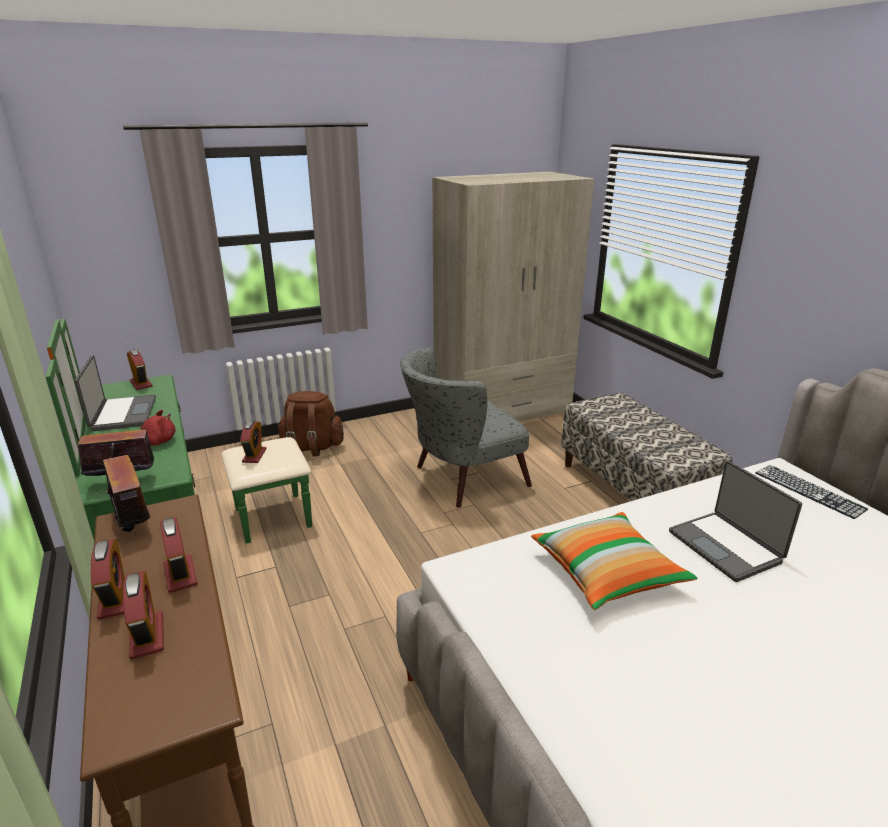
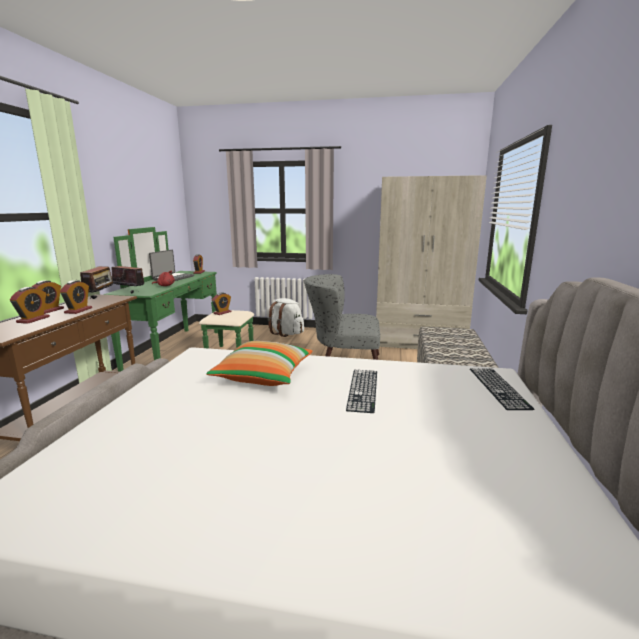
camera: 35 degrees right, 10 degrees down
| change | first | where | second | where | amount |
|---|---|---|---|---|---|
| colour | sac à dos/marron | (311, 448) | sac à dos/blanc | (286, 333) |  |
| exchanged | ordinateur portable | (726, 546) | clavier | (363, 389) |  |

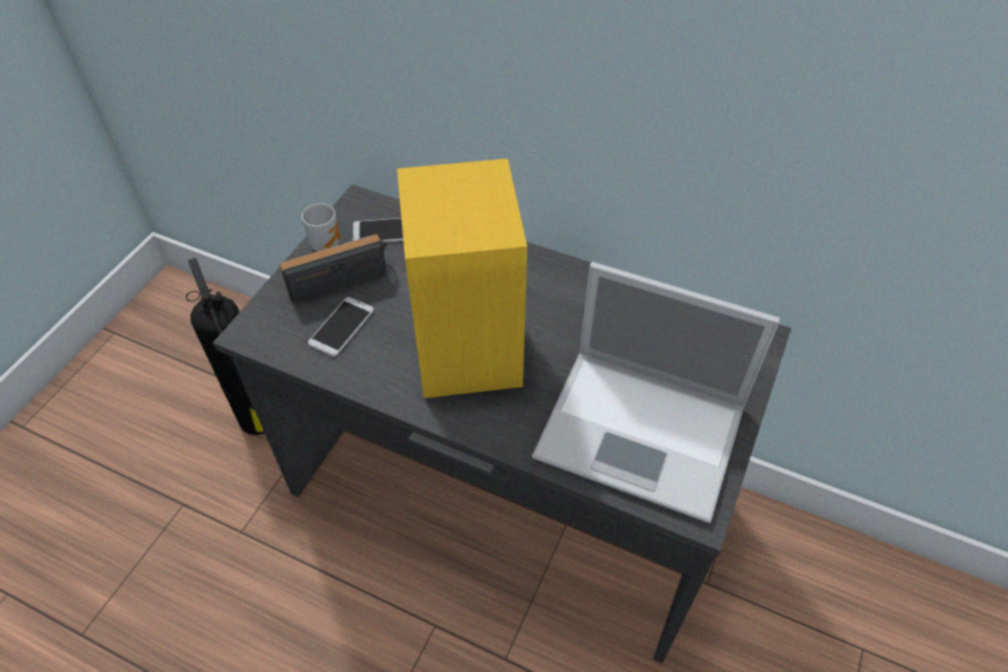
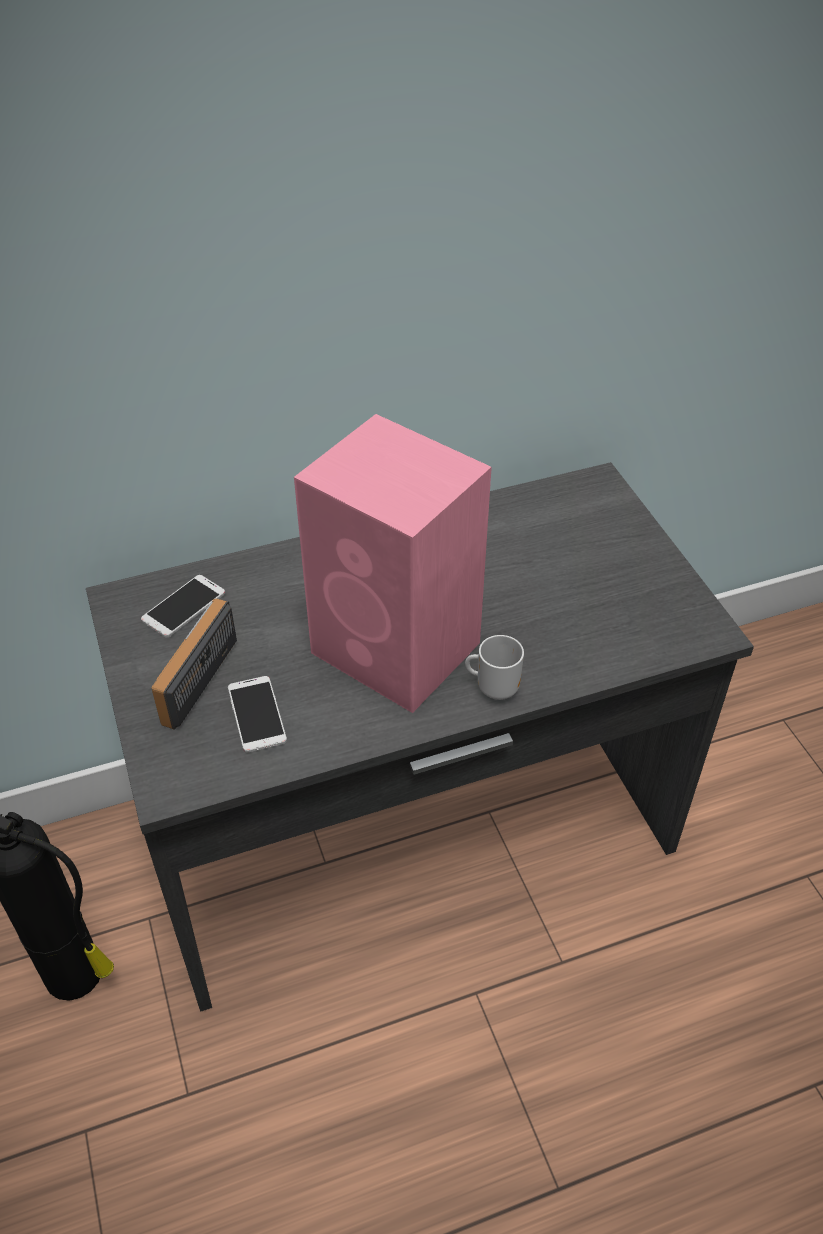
camera: 45 degrees left, 5 degrees down
| change | first | where | second | where | amount |
|---|---|---|---|---|---|
| relocated | mug | (326, 244) |  | (495, 687) |  |
| colour | enceinte/jaune | (467, 351) | enceinte/rose | (399, 650) |  |
| missing | ordinateur portable | (644, 432) |  |  |  |

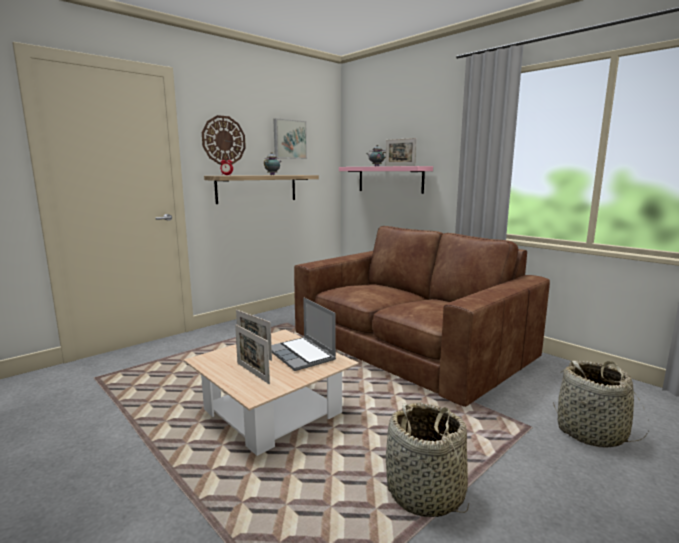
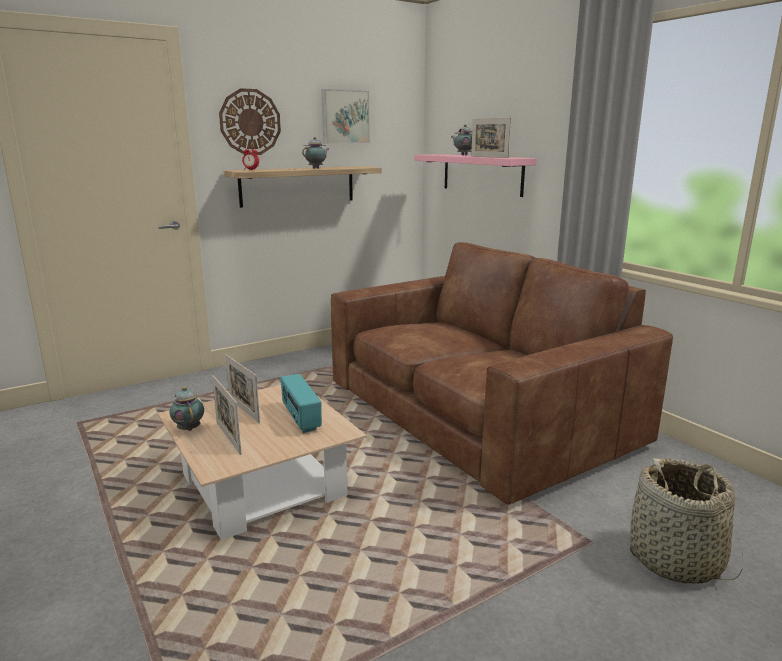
camera: 10 degrees right, 5 degrees up
| change | first | where | second | where | amount |
|---|---|---|---|---|---|
| exchanged | ordinateur portable | (302, 355) | radio | (300, 418) |  |
| missing | panier | (425, 493) |  |  |  |
| appeared |  |  | théière | (189, 428) |  |

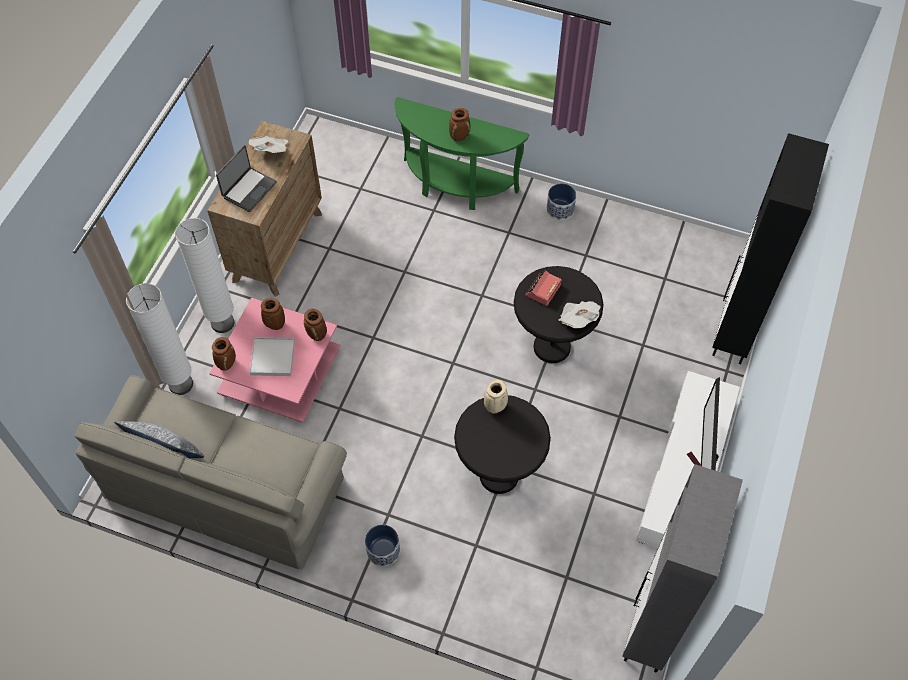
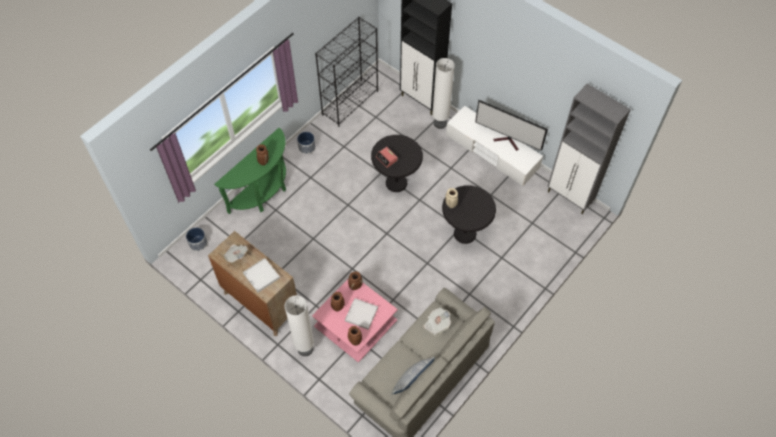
camera: 70 degrees left, 0 degrees up
| change | first | where | second | where | amount |
|---|---|---|---|---|---|
| relocated | lampadaire/blanc | (181, 384) |  | (440, 123) |  |
| exchanged | ordinateur portable | (249, 189) | plateau/blanc | (261, 276) |  |
| relocated | cache-pot | (383, 551) |  | (198, 243) |  |
| relocated | journal | (578, 319) |  | (436, 324) |  |
| appeared |  |  | bibliothèque/noir | (350, 102) |  |

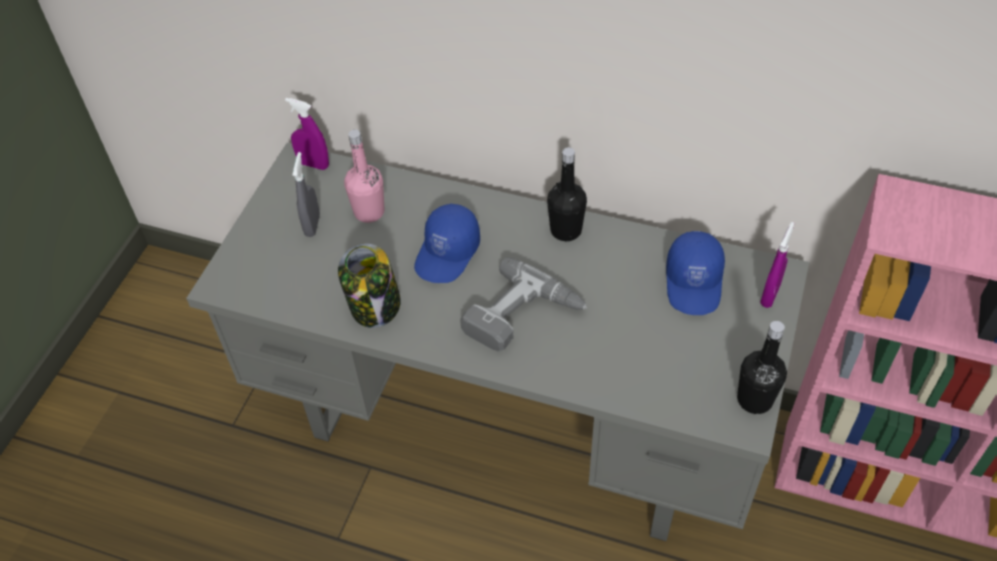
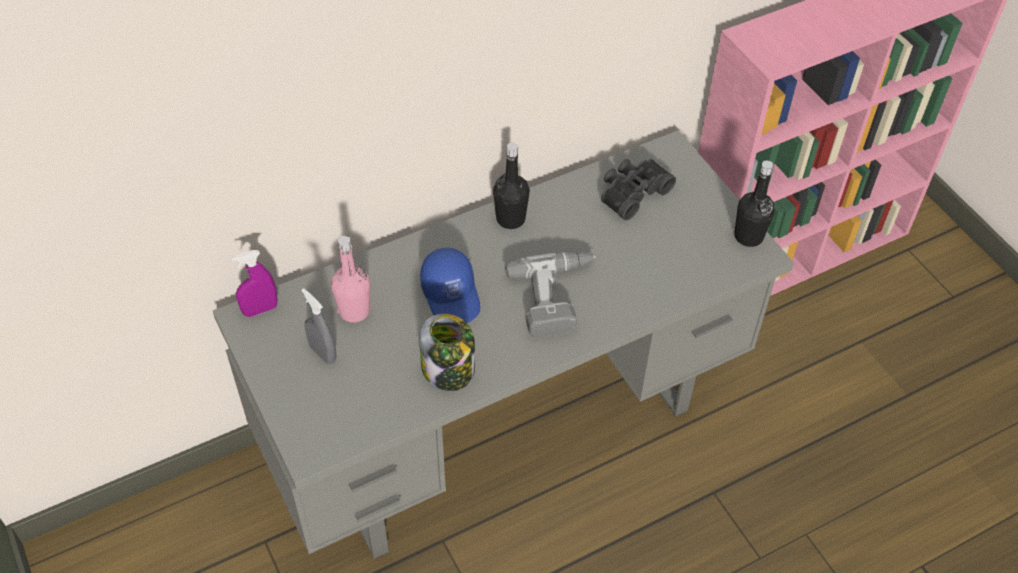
camera: 50 degrees left, 0 degrees up
| change | first | where | second | where | amount |
|---|---|---|---|---|---|
| exchanged | casquette/bleu | (695, 283) | jumelles/noir | (631, 192) |  |
| missing | vaporisateur/violet | (770, 295) |  |  |  |

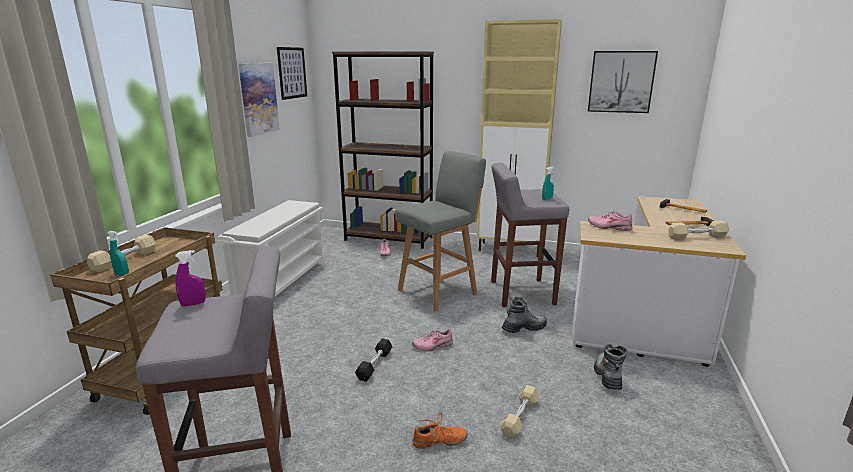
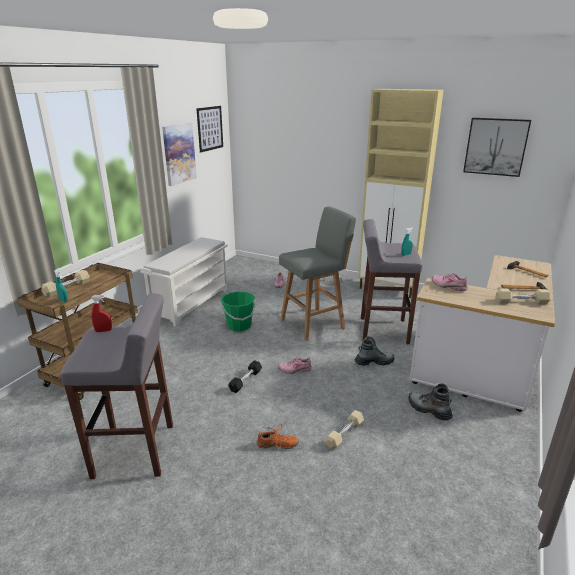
camera: 10 degrees right, 5 degrees up
| change | first | where | second | where | amount |
|---|---|---|---|---|---|
| colour | vaporisateur/violet | (193, 304) | vaporisateur/rouge | (103, 331) |  |
| missing | bibliothèque/marron | (389, 238) |  |  |  |
| spun | botte | (607, 376) |  | (428, 410) | 60 degrees counterclockwise |
| appeared |  |  | seau/vert | (239, 326) |  |

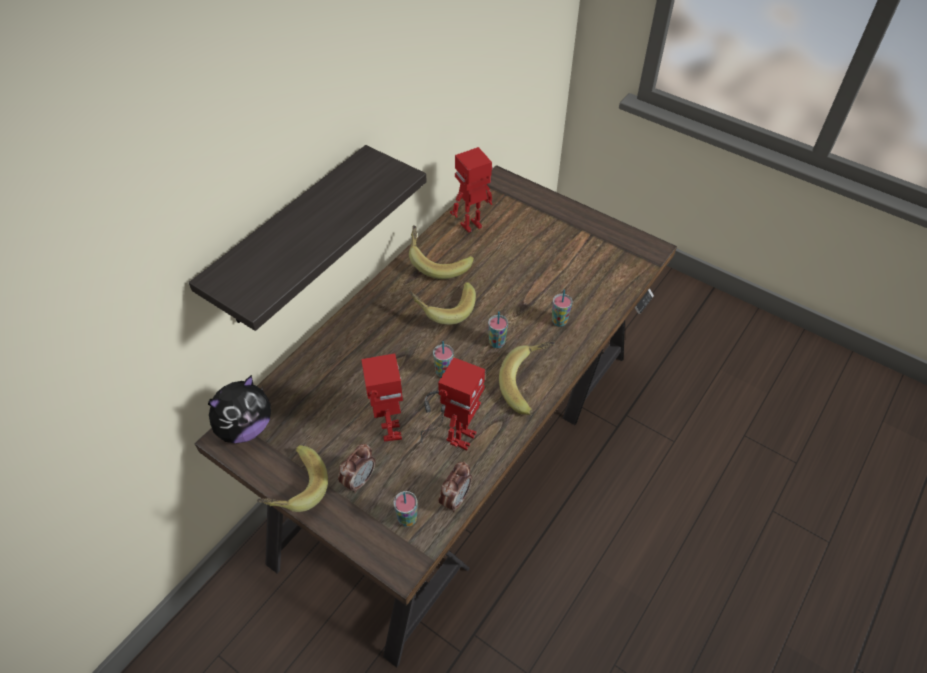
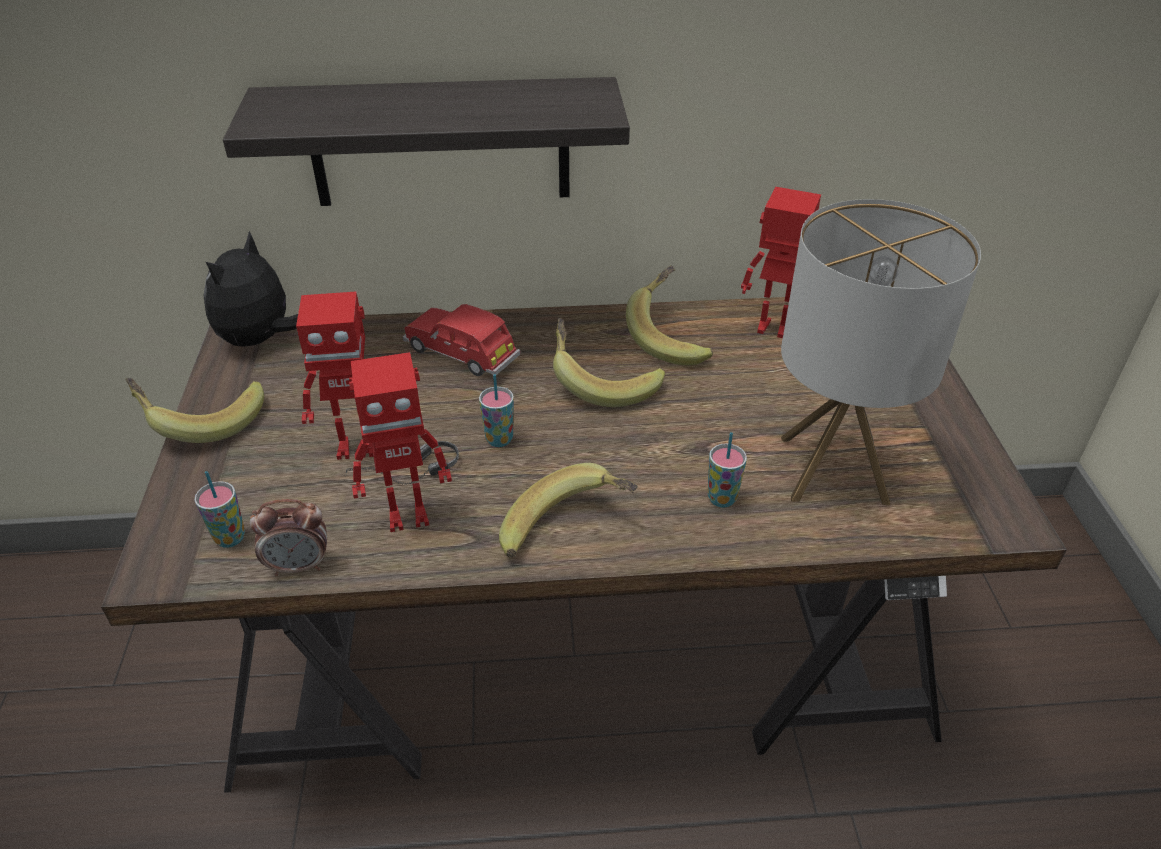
camera: 50 degrees right, 10 degrees down
| change | first | where | second | where | amount |
|---|---|---|---|---|---|
| spun | peluche | (245, 428) |  | (260, 340) | 105 degrees clockwise |
| missing | réveil | (359, 480) |  |  |  |
| spun | robot jouet | (390, 432) |  | (356, 447) | 45 degrees clockwise |
| missing | tasse | (497, 343) |  |  |  |
| appeared |  |  | petite voiture/rouge | (462, 355) |  |
| appeared |  |  | lampe de table | (832, 469) |  |

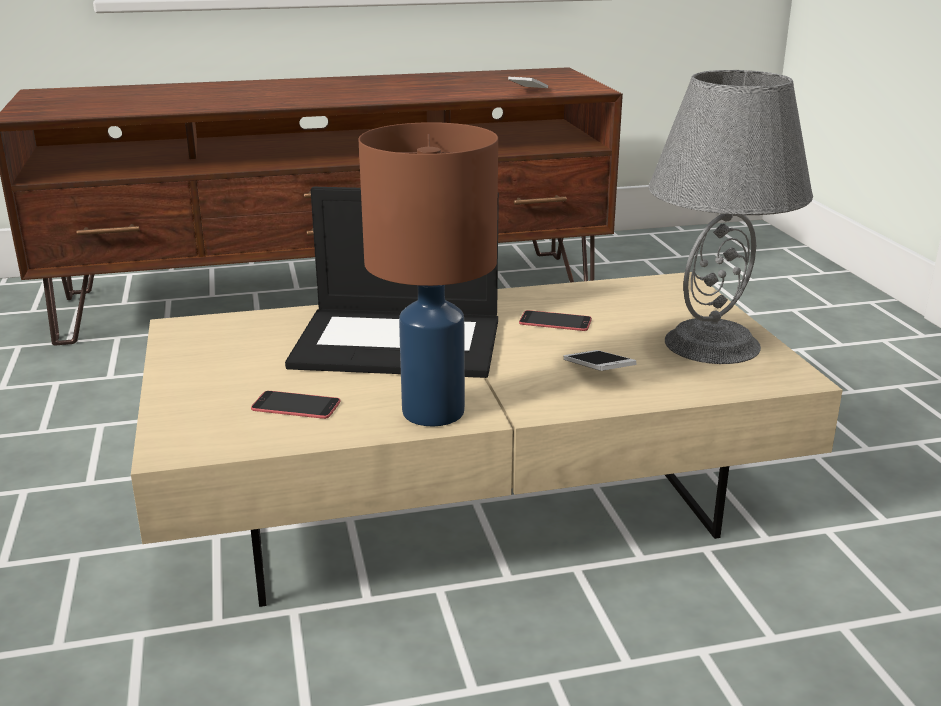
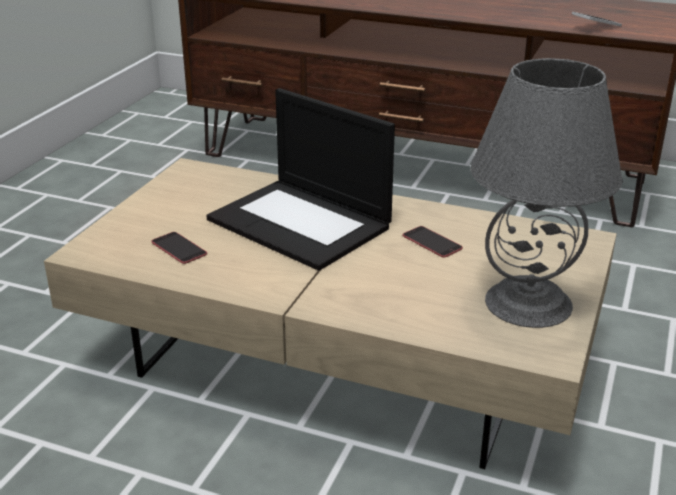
camera: 35 degrees right, 5 degrees up
| change | first | where | second | where | amount |
|---|---|---|---|---|---|
| missing | lampe de table/marron | (434, 412) |  |  |  |
| missing | téléphone | (598, 372) |  |  |  |

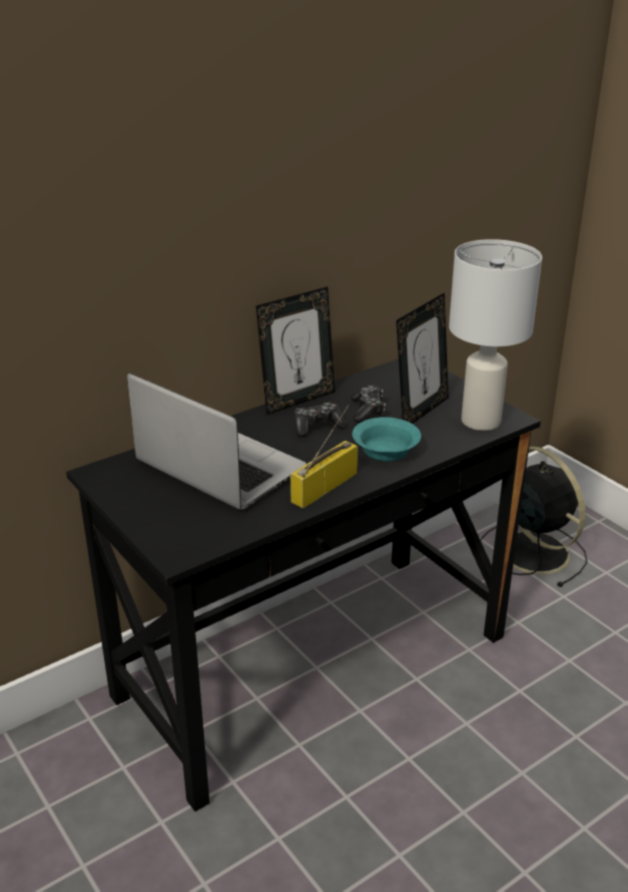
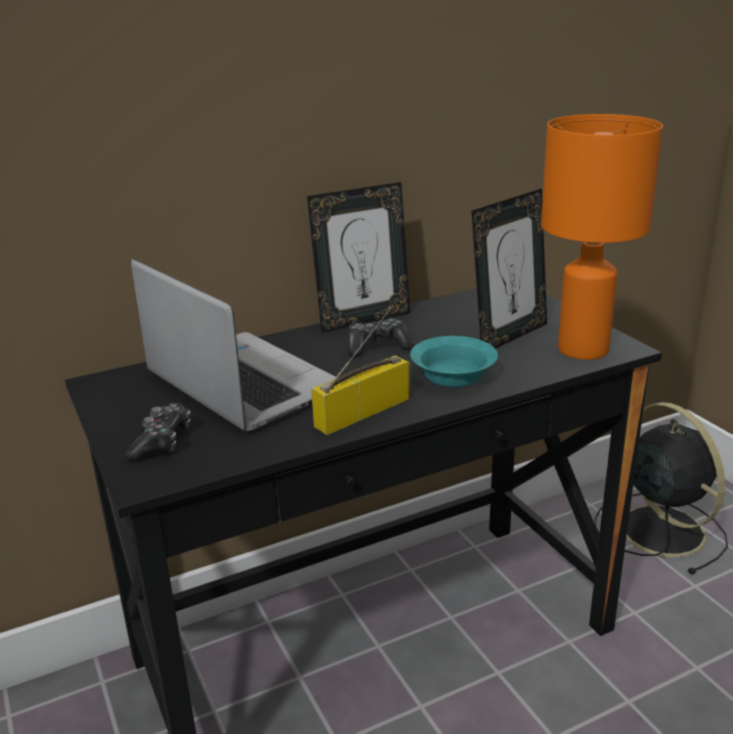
camera: 10 degrees right, 5 degrees down
| change | first | where | second | where | amount |
|---|---|---|---|---|---|
| relocated | manette | (367, 410) |  | (162, 442) |  |
| colour | lampe de table/blanc | (480, 420) | lampe de table/orange | (582, 348) |  |

